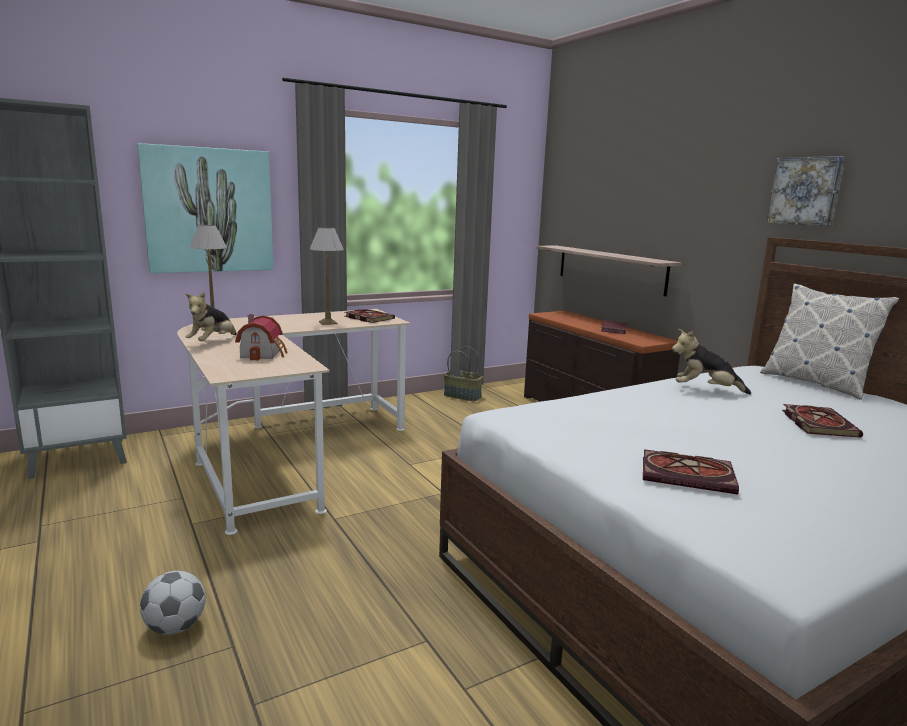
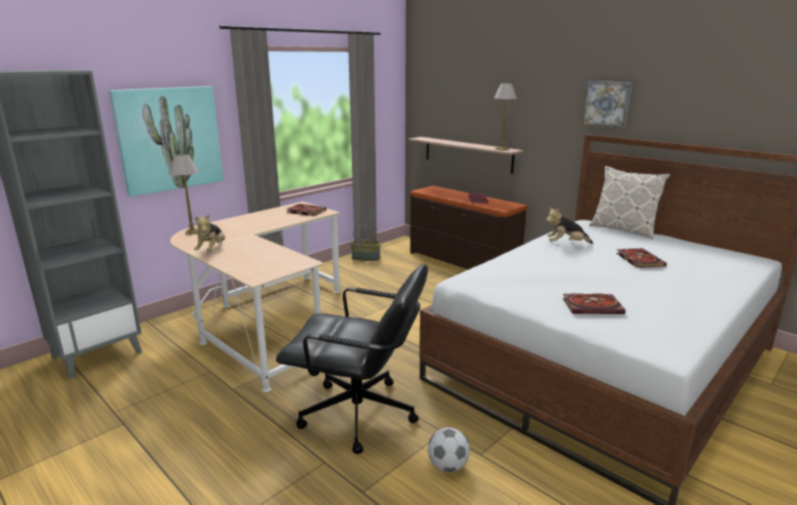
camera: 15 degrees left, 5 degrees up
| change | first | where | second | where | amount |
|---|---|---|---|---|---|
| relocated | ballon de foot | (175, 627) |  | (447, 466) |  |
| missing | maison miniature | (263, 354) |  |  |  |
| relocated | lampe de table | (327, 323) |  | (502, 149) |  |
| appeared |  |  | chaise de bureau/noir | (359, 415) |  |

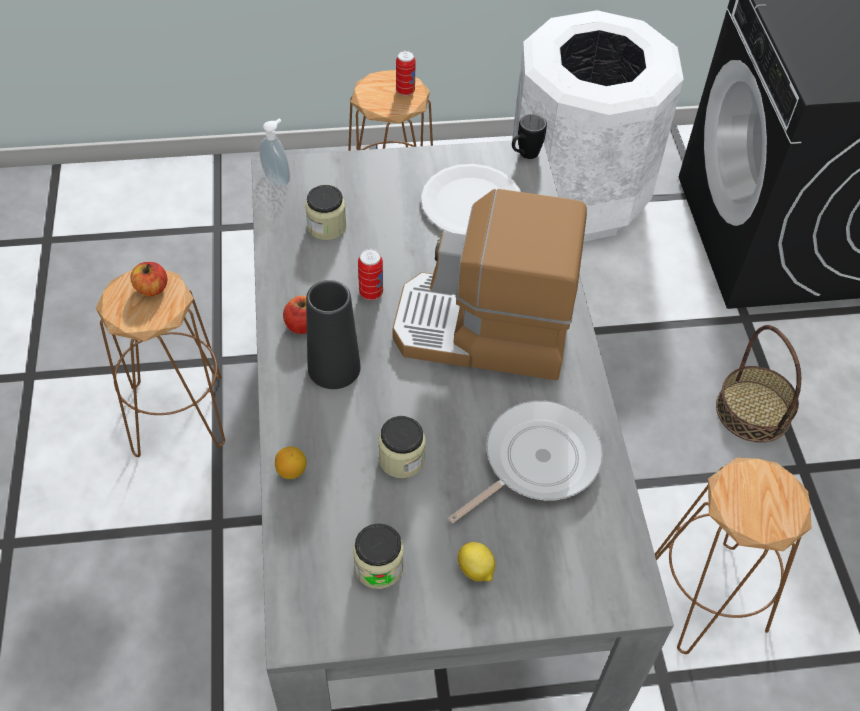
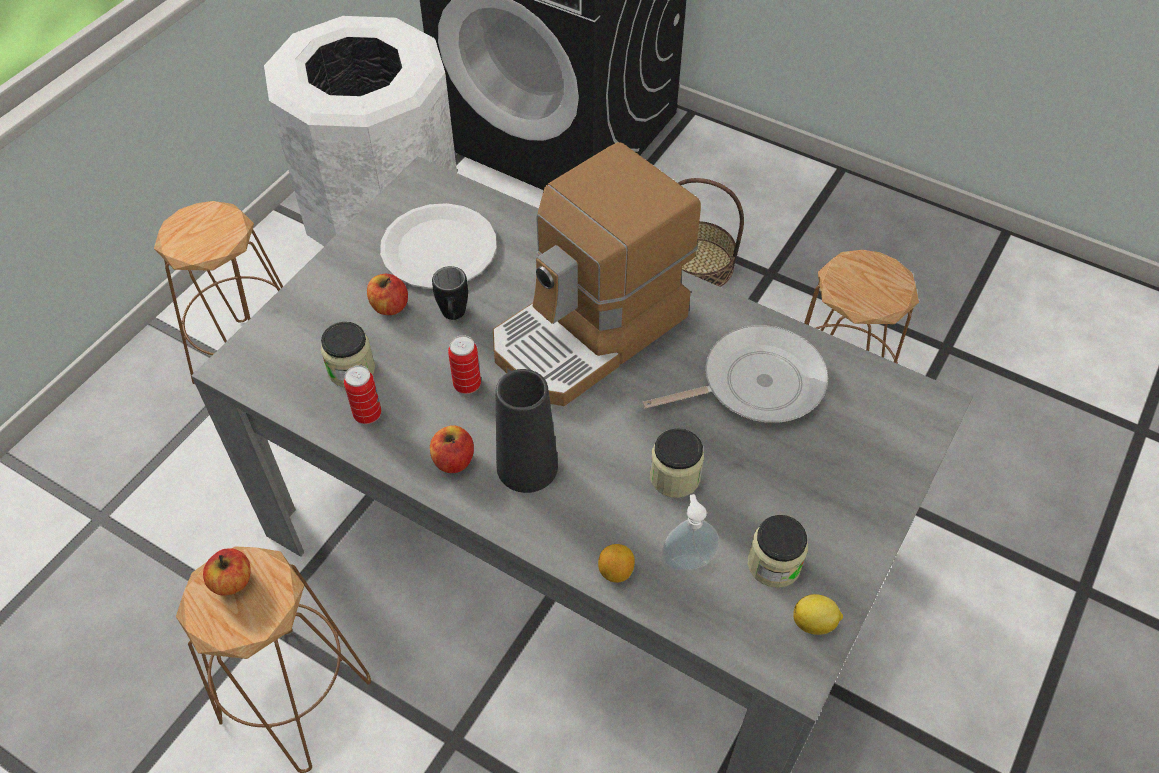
camera: 50 degrees left, 0 degrees up
| change | first | where | second | where | amount |
|---|---|---|---|---|---|
| relocated | distributeur de savon | (278, 179) |  | (687, 560) |  |
| relocated | boîte métallique | (405, 91) |  | (367, 414) |  |
| spun | poêle | (535, 461) |  | (755, 383) | 75 degrees clockwise |
| relocated | citron | (476, 570) |  | (814, 623) |  |
| relocated | mug/noir | (524, 155) |  | (453, 317) |  |
| appeared |  |  | pomme | (389, 306) |  |

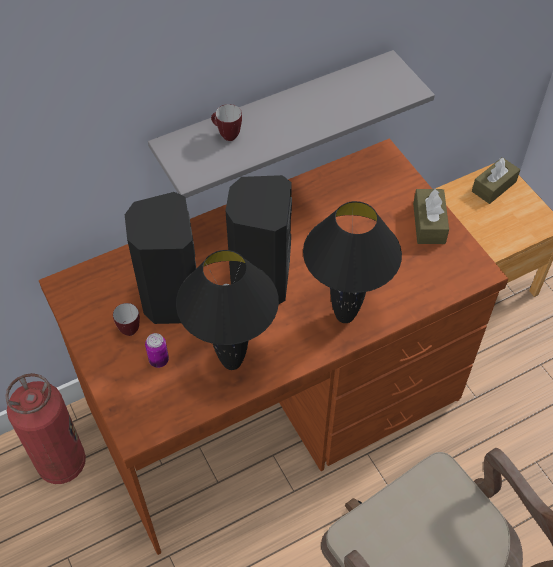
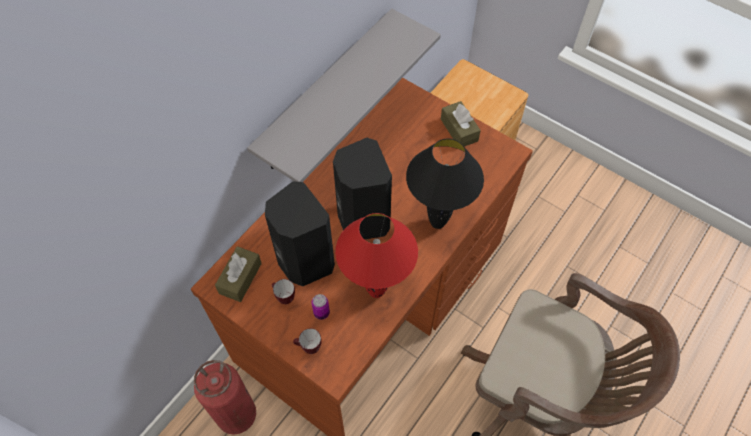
camera: 25 degrees left, 5 degrees up
| change | first | where | second | where | amount |
|---|---|---|---|---|---|
| colour | lampe de table/noir | (232, 361) | lampe de table/rouge | (376, 290) |  |
| relocated | mug | (226, 135) |  | (308, 348) |  |
| relocated | boîte à mouchoirs/marron | (494, 186) |  | (240, 278) |  |

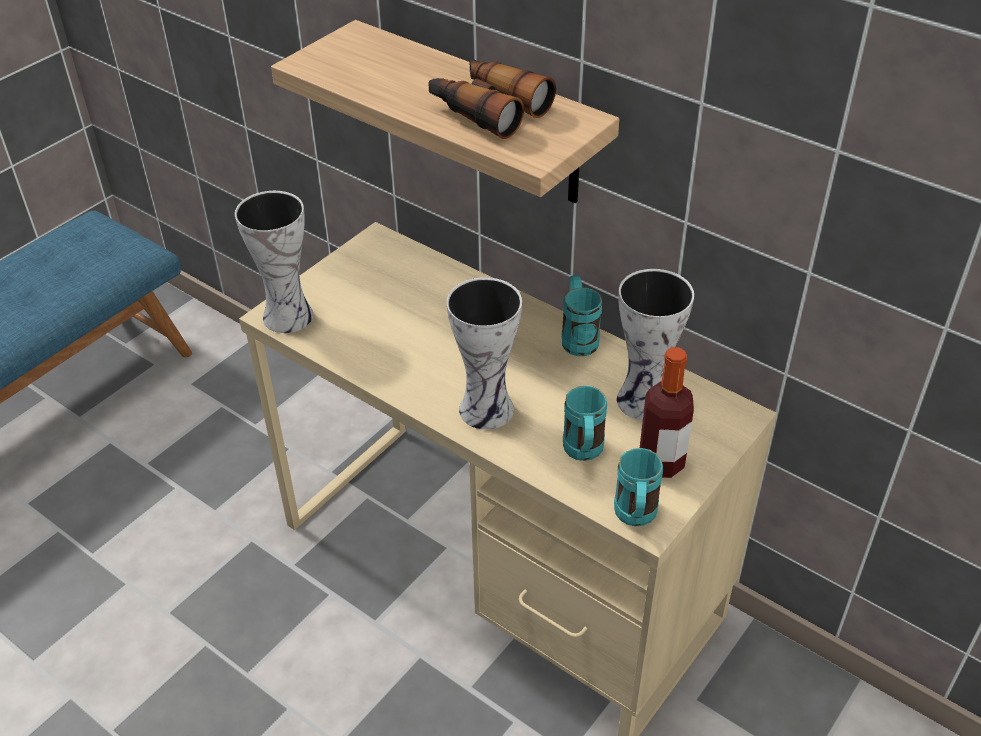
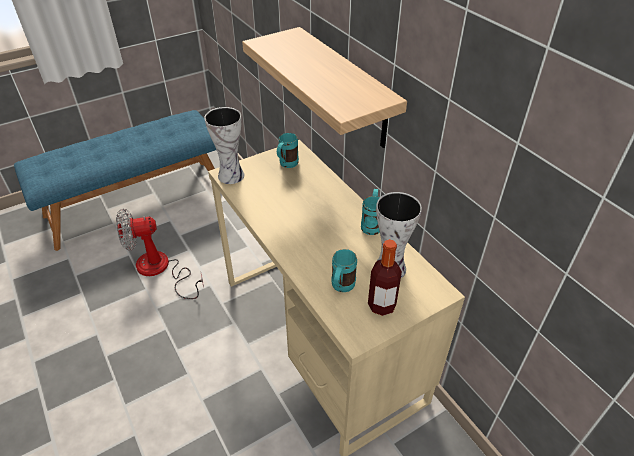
camera: 20 degrees right, 0 degrees up
| change | first | where | second | where | amount |
|---|---|---|---|---|---|
| missing | jumelles | (487, 109) |  |  |  |
| missing | vase | (489, 408) |  |  |  |
| relocated | mug/turquoise | (635, 519) |  | (286, 165) |  |
| appeared |  |  | ventilateur | (161, 270) |  |

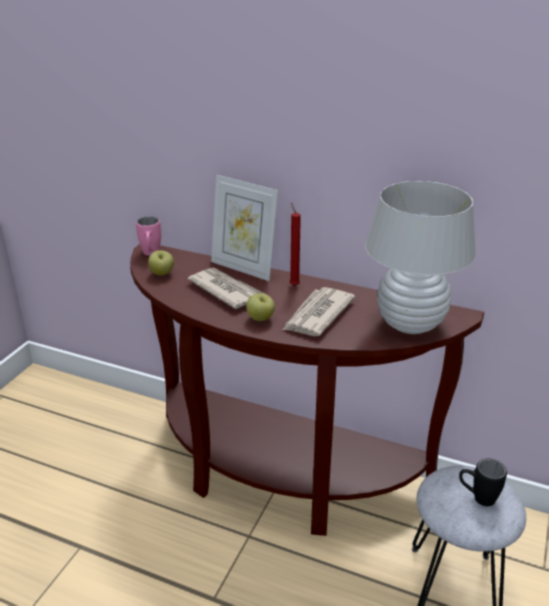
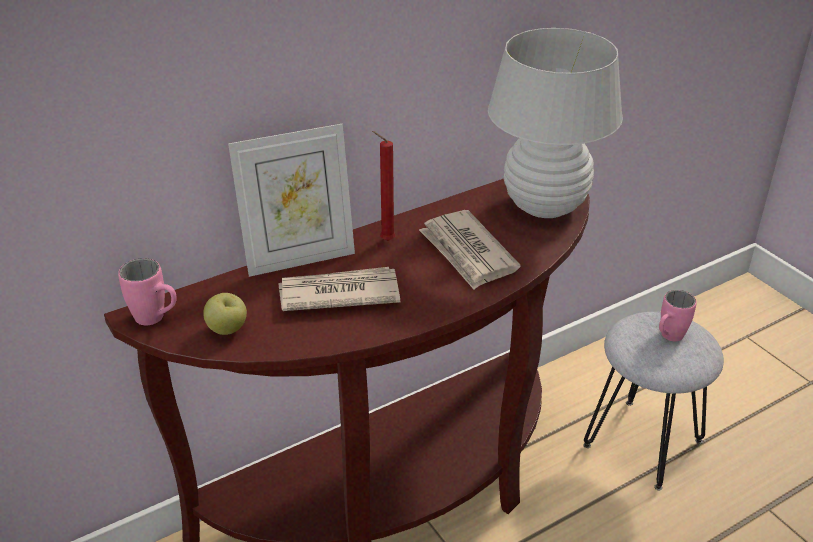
camera: 55 degrees left, 5 degrees up
| change | first | where | second | where | amount |
|---|---|---|---|---|---|
| missing | pomme | (260, 319) |  |  |  |
| colour | mug/noir | (477, 497) | mug/rose | (668, 338) |  |

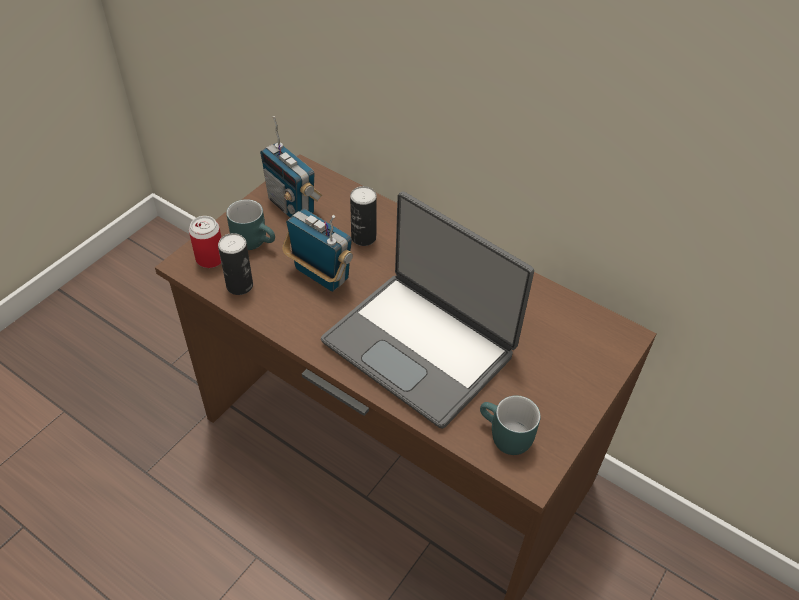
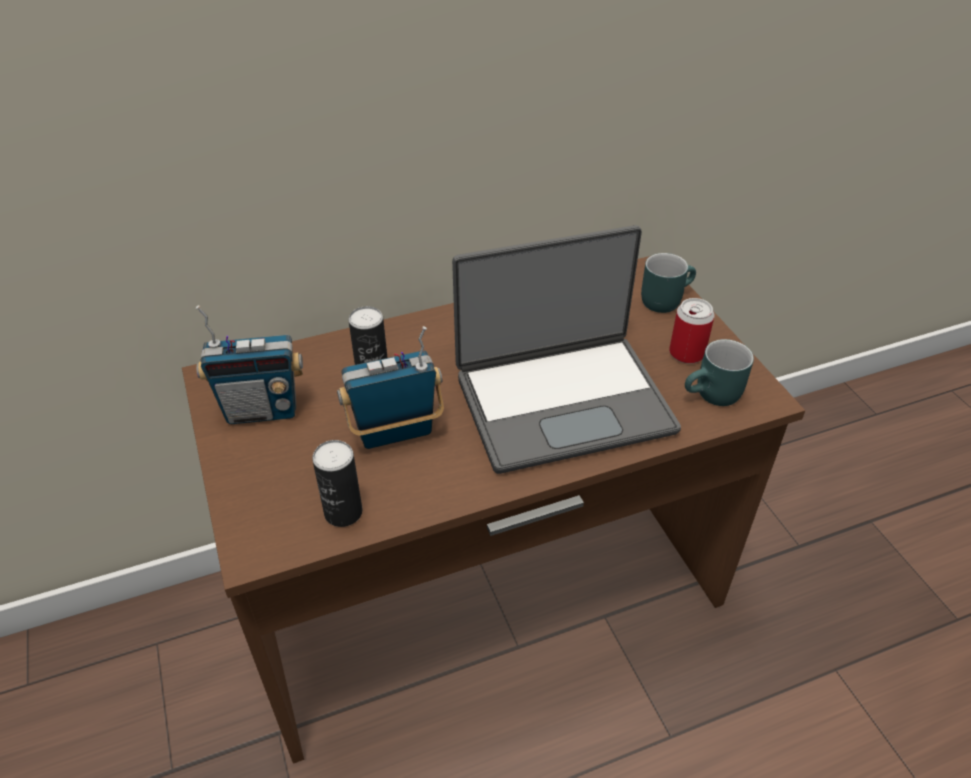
camera: 55 degrees left, 5 degrees down
| change | first | where | second | where | amount |
|---|---|---|---|---|---|
| relocated | boîte métallique | (210, 259) |  | (686, 353) |  |
| relocated | mug/turquoise | (255, 240) |  | (664, 298) |  |

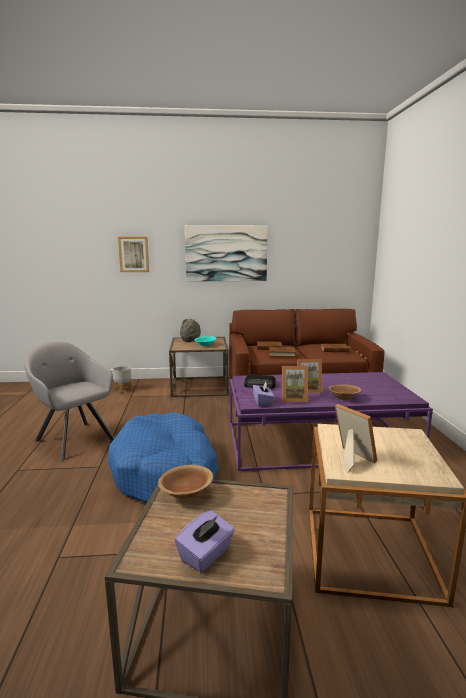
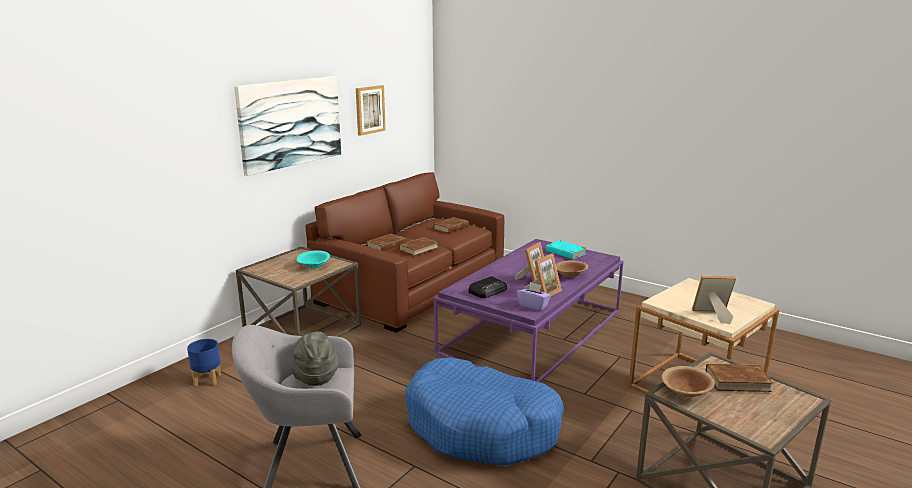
camera: 50 degrees left, 5 degrees up
| change | first | where | second | where | amount |
|---|---|---|---|---|---|
| colour | cache-pot/gris | (123, 390) | cache-pot/bleu | (207, 380) |  |
| relocated | tableau | (134, 254) |  | (369, 110) |  |
| missing | boîte à mouchoirs/violet | (206, 554) |  |  |  |
| relocated | chapeau/gris | (190, 340) |  | (315, 376) |  |
| appeared |  |  | livre/turquoise | (565, 252) |  |
| appeared |  |  | livre/marron | (737, 381) |  |

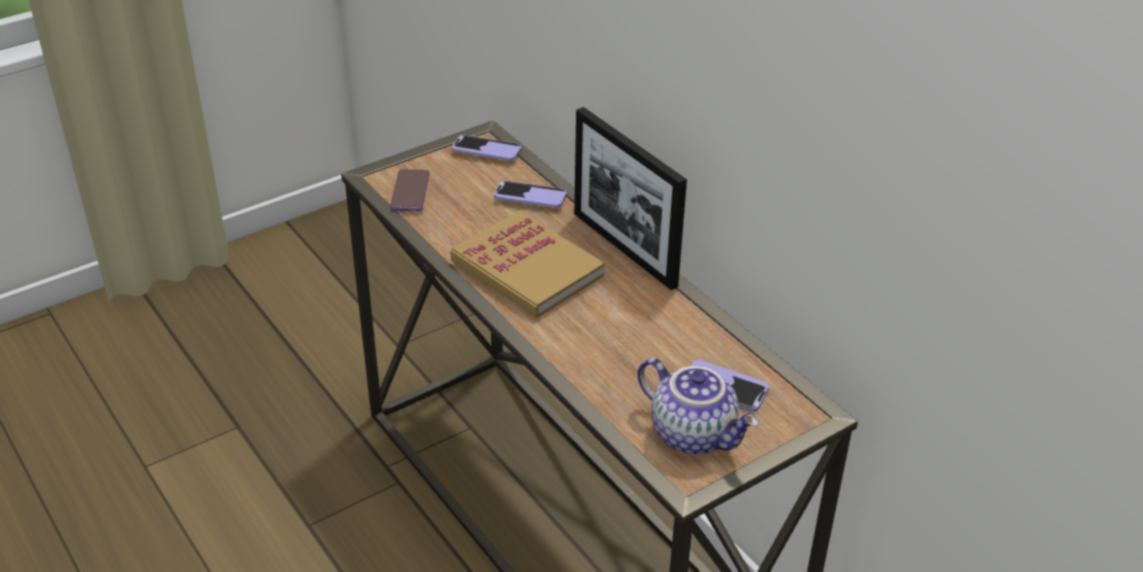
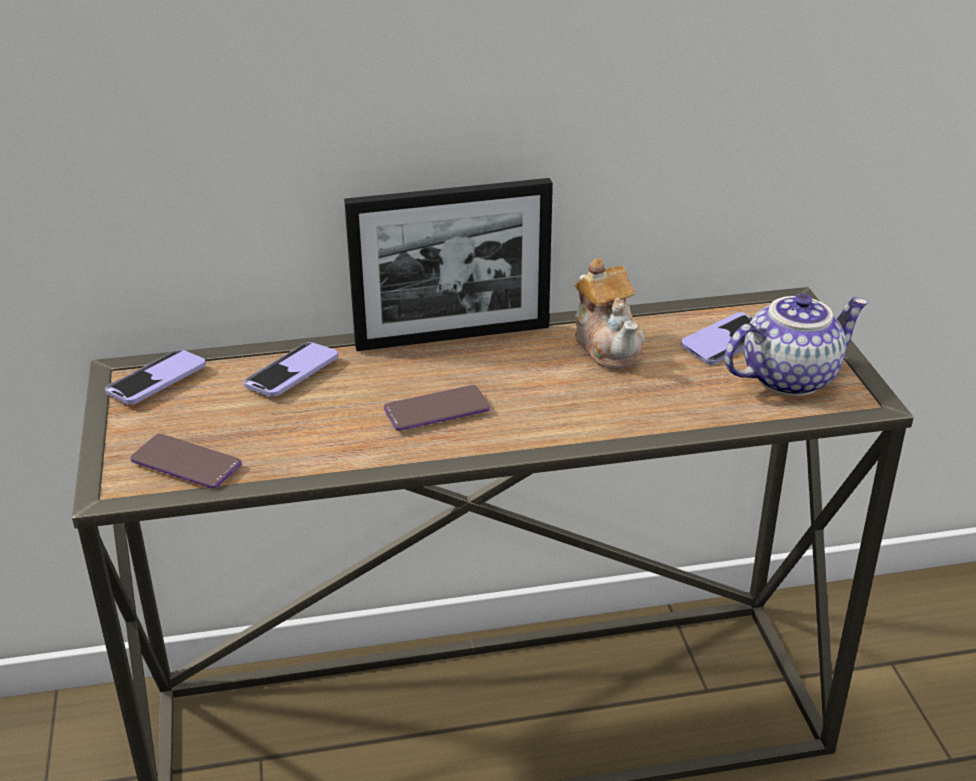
camera: 65 degrees left, 5 degrees down
| change | first | where | second | where | amount |
|---|---|---|---|---|---|
| exchanged | livre | (527, 268) | téléphone | (437, 410) |  |
| appeared |  |  | théière | (608, 345) |  |

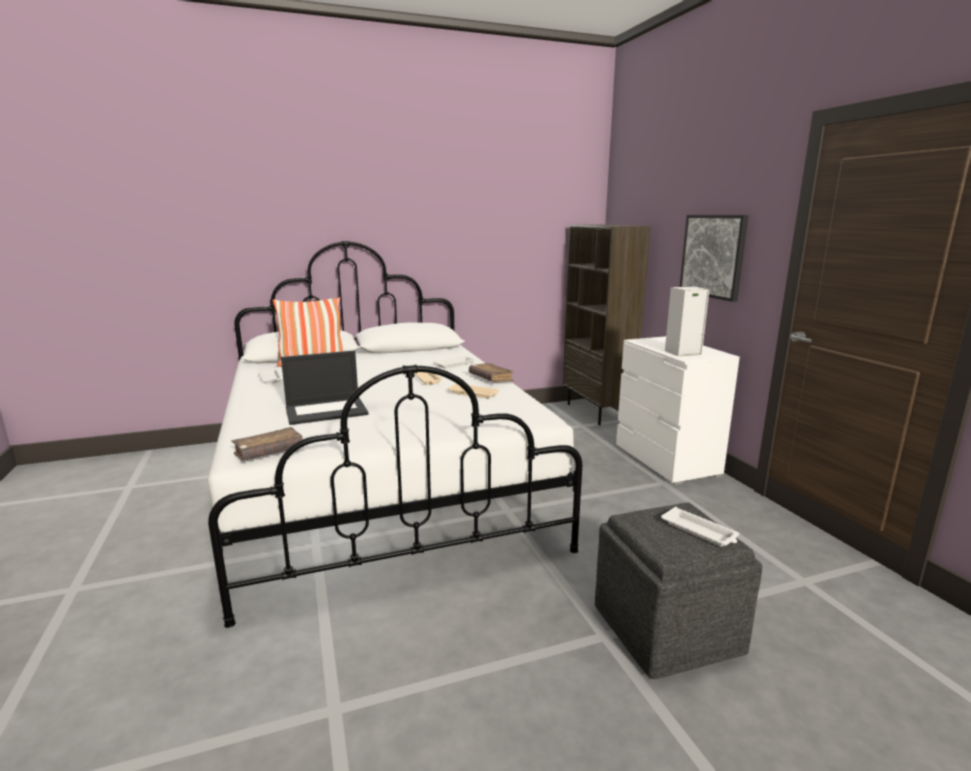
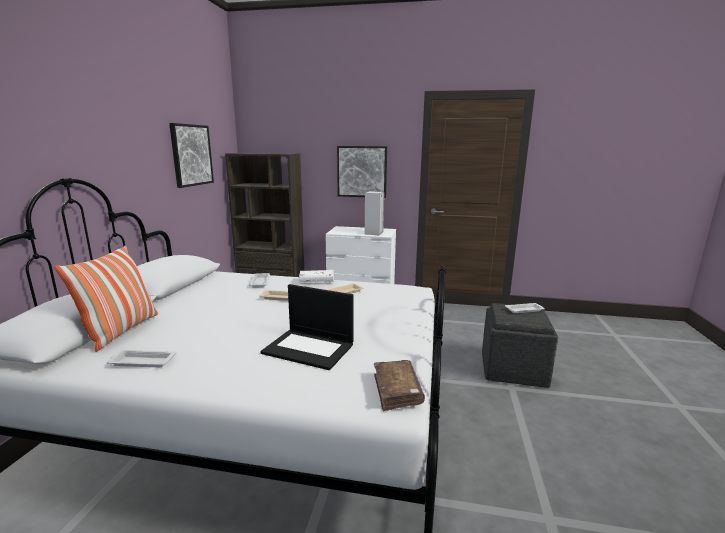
camera: 60 degrees left, 0 degrees up
| change | first | where | second | where | amount |
|---|---|---|---|---|---|
| spun | ordinateur portable | (327, 410) |  | (310, 348) | 105 degrees clockwise |
| colour | livre/marron | (490, 379) | livre/blanc | (316, 281) |  |
| appeared |  |  | tableau | (191, 155) |  |

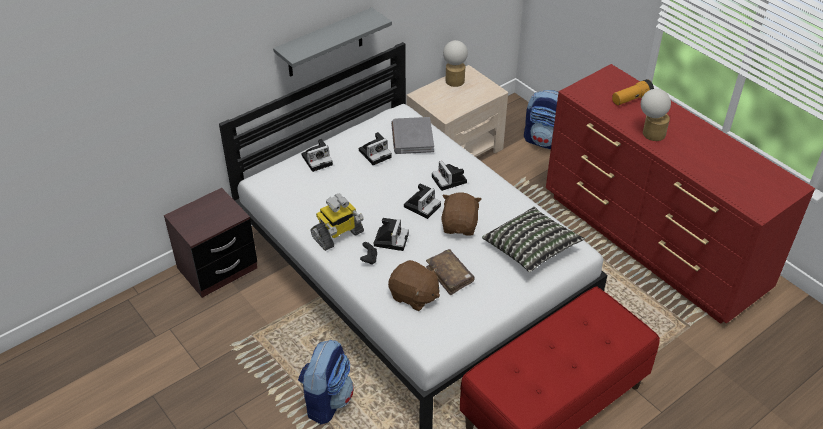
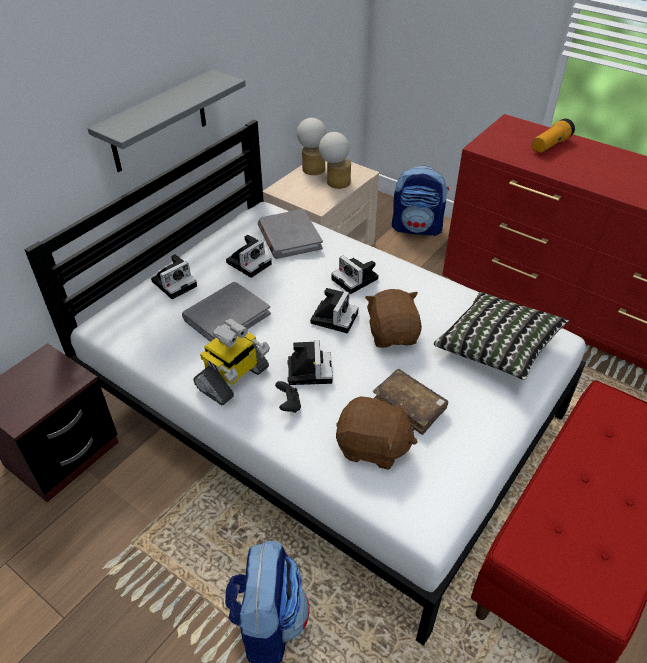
camera: 15 degrees left, 0 degrees up
| change | first | where | second | where | amount |
|---|---|---|---|---|---|
| relocated | lampe de table | (650, 132) |  | (335, 182) |  |
| appeared |  |  | livre/gris | (226, 316) |  |

